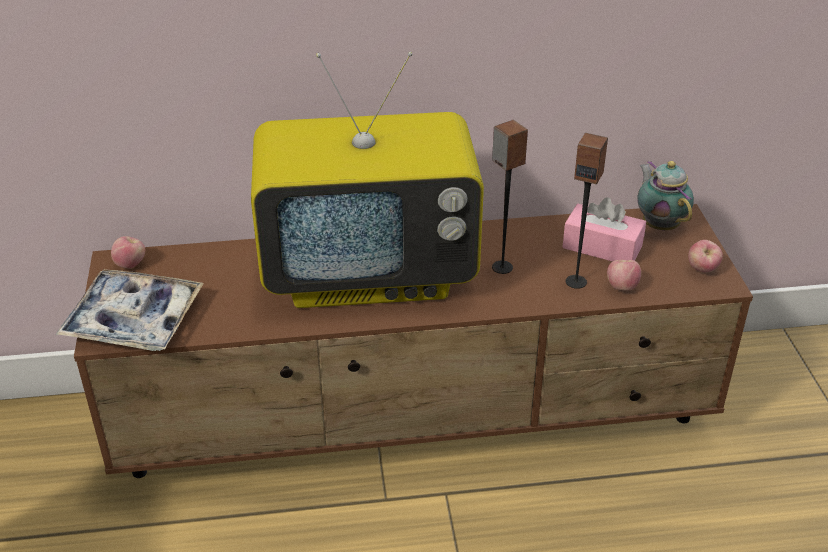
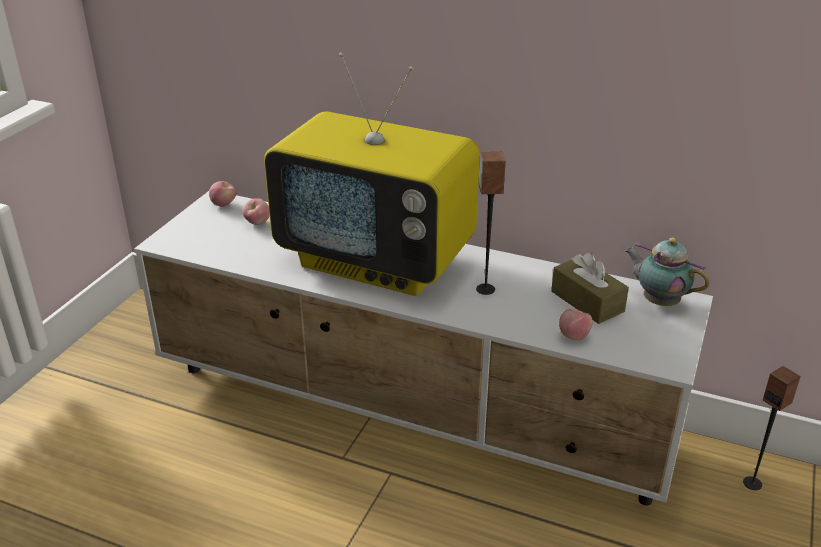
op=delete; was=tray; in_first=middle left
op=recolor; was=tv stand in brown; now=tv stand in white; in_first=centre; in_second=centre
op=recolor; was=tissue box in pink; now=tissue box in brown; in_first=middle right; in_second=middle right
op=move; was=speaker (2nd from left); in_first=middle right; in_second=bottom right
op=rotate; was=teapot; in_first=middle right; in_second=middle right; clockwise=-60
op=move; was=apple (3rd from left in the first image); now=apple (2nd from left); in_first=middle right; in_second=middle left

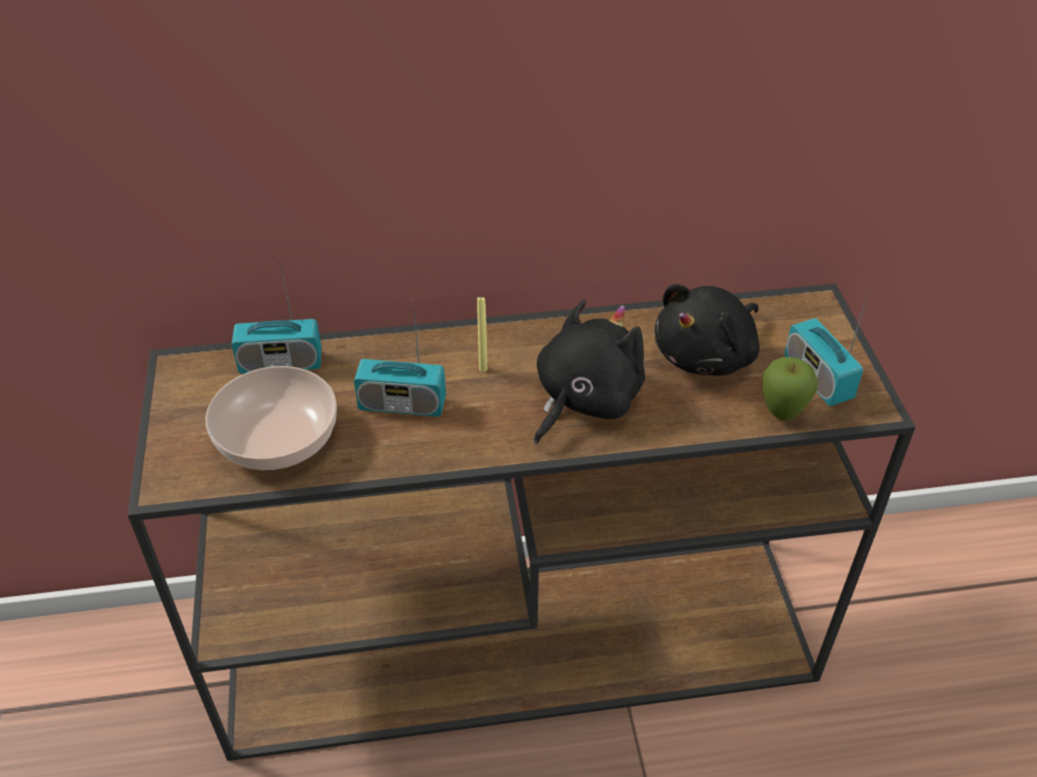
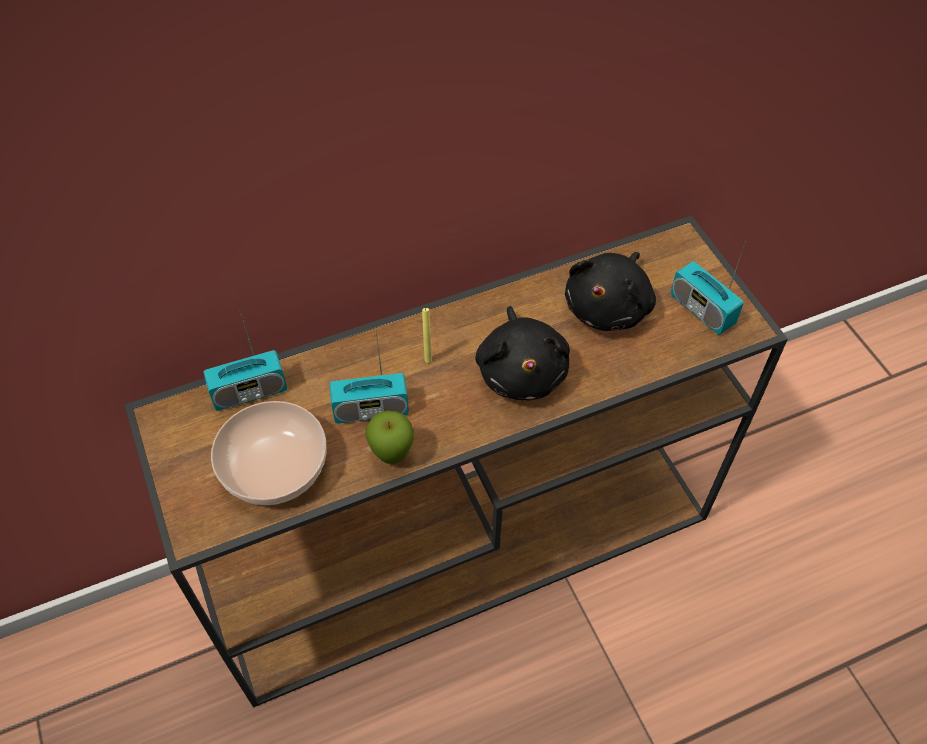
op=rotate; was=plush toy in black (1st from left); in_first=centre; in_second=centre; clockwise=150
op=move; was=apple; in_first=middle right; in_second=centre

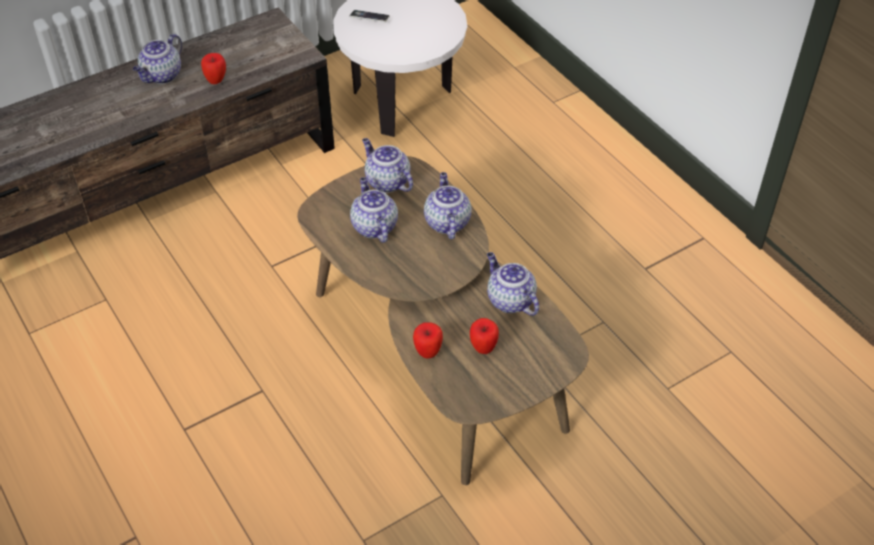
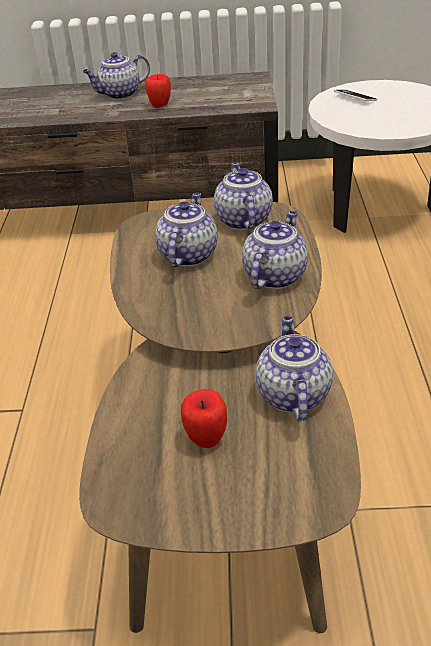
op=delete; was=apple (2nd from left); in_first=centre

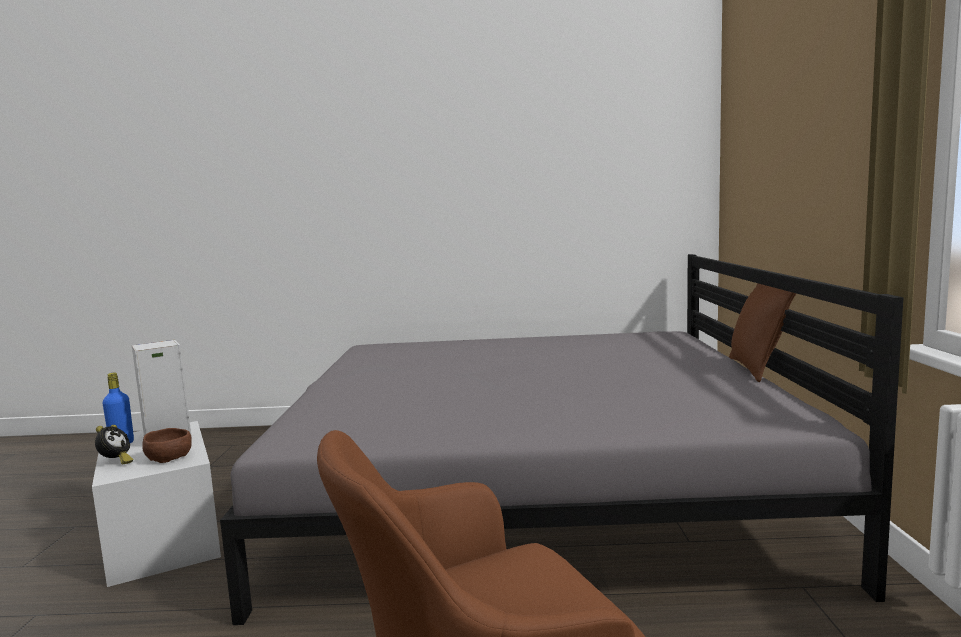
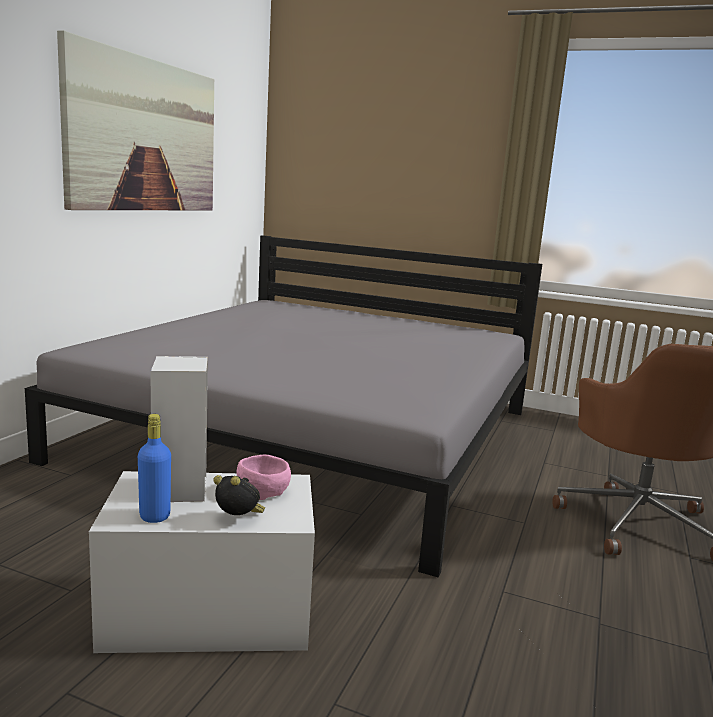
op=recolor; was=bowl in brown; now=bowl in pink; in_first=bottom left; in_second=centre
op=delete; was=pillow in brown; in_first=middle right
op=insert; now=picture; in_second=top left

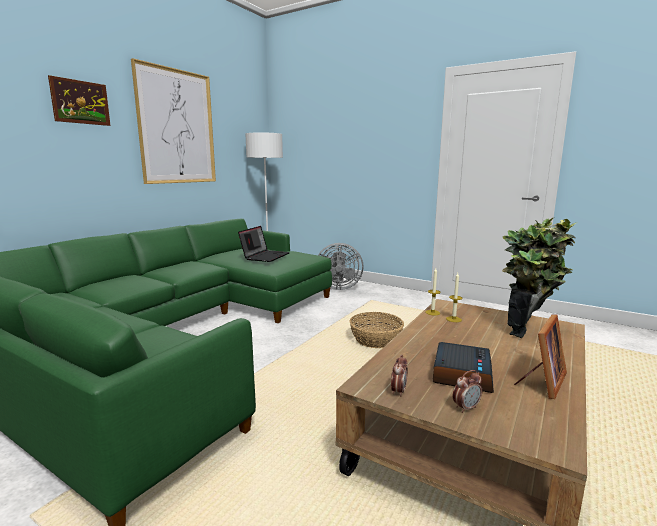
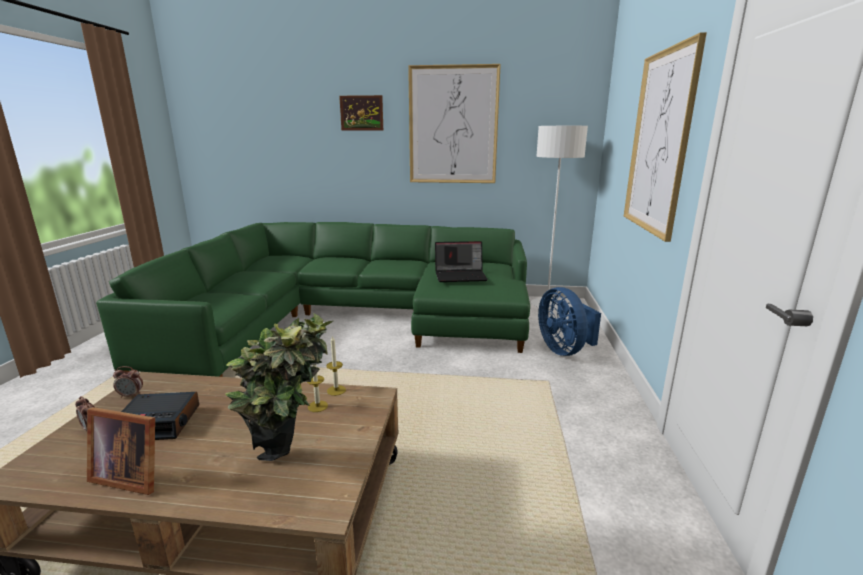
op=recolor; was=fan in grey; now=fan in blue; in_first=centre; in_second=centre
op=delete; was=basket; in_first=centre
op=insert; now=picture (3rd from left); in_second=top right

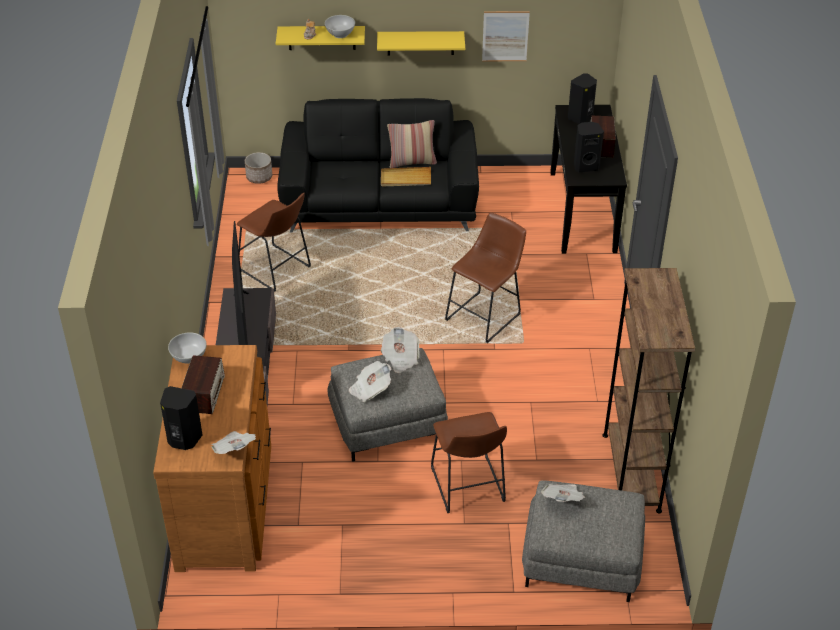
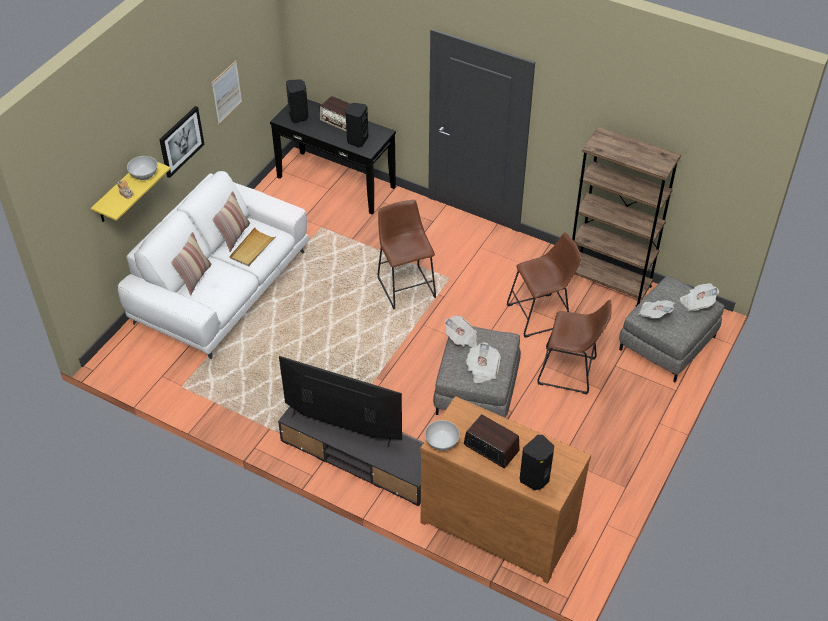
op=move; was=newspaper (1st from left in the first image); now=newspaper (4th from left); in_first=bottom left; in_second=middle right
op=move; was=stool in brown (1st from left in the first image); now=stool in brown (2nd from left); in_first=middle left; in_second=centre
op=delete; was=planter; in_first=top left
op=recolor; was=sofa in black; now=sofa in white; in_first=top centre; in_second=middle left
op=replace; was=shelf in yellow (2nd from left); now=picture (1st from left); in_first=top centre; in_second=top left
op=insert; now=pillow (1st from left); in_second=middle left

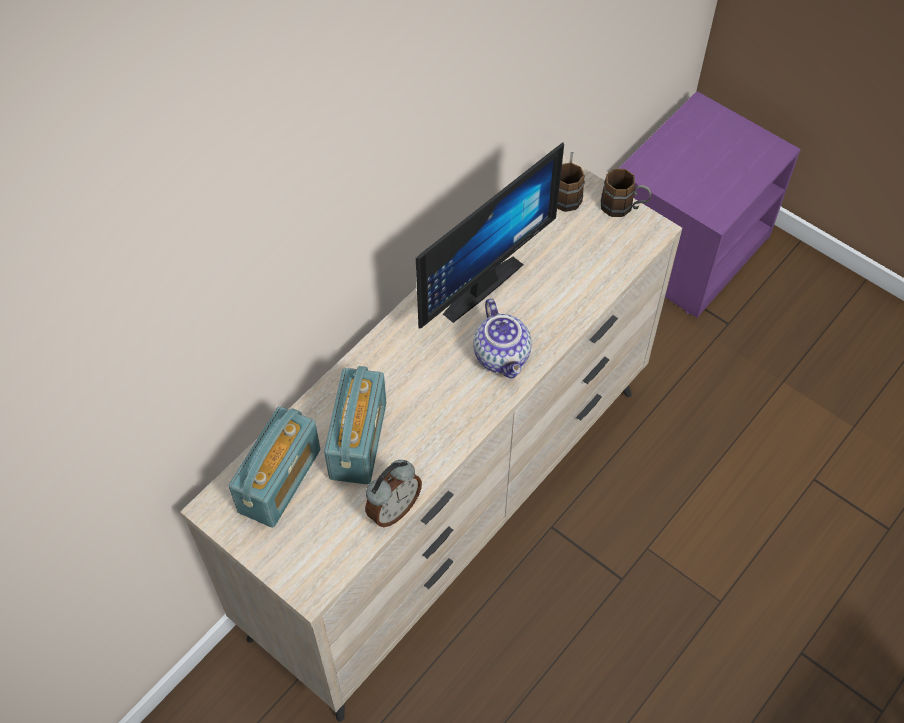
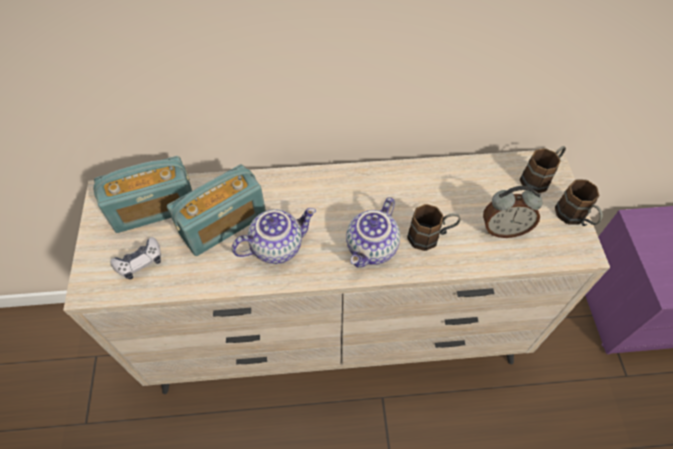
op=move; was=alarm clock; in_first=bottom centre; in_second=middle right
op=delete; was=monitor; in_first=top centre
op=insert; now=game controller; in_second=middle left
op=insert; now=teapot (1st from left); in_second=centre
op=insert; now=mug in brown (1st from left); in_second=centre

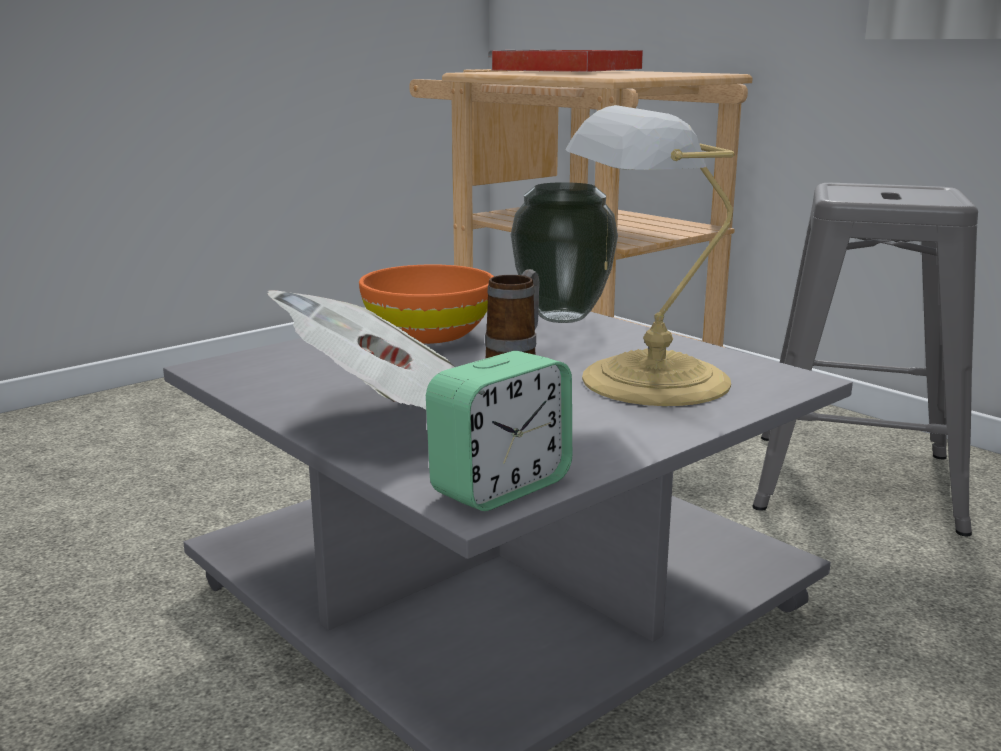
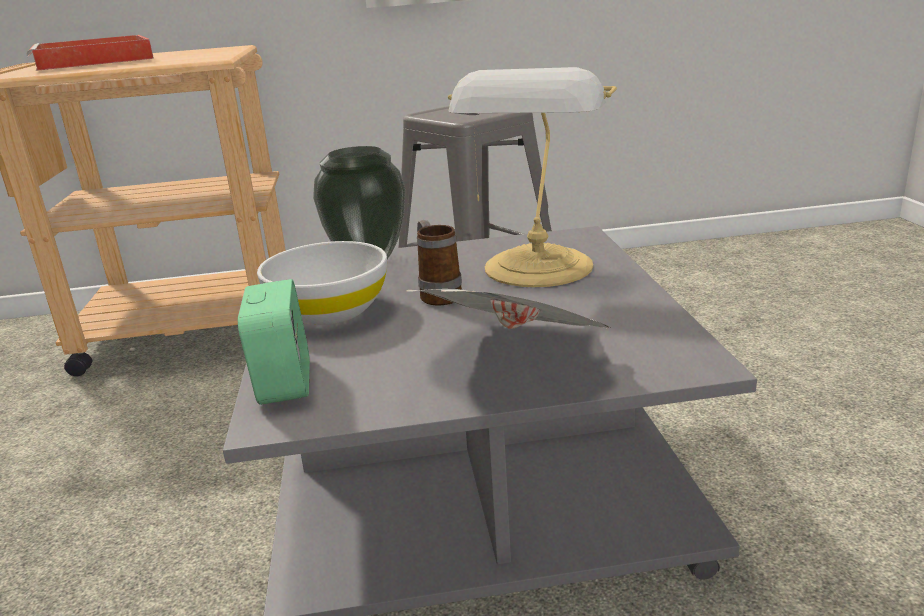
op=recolor; was=bowl in orange; now=bowl in white; in_first=centre; in_second=centre
op=move; was=alarm clock; in_first=centre; in_second=middle left

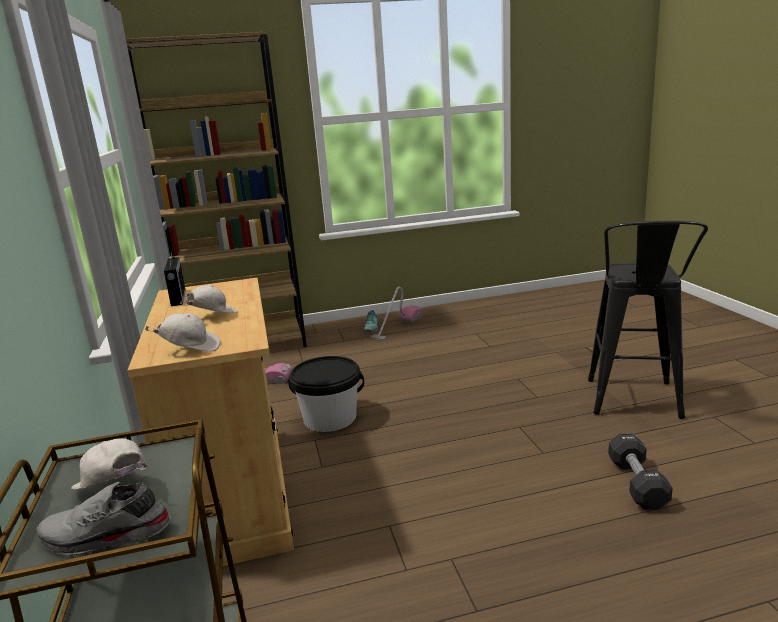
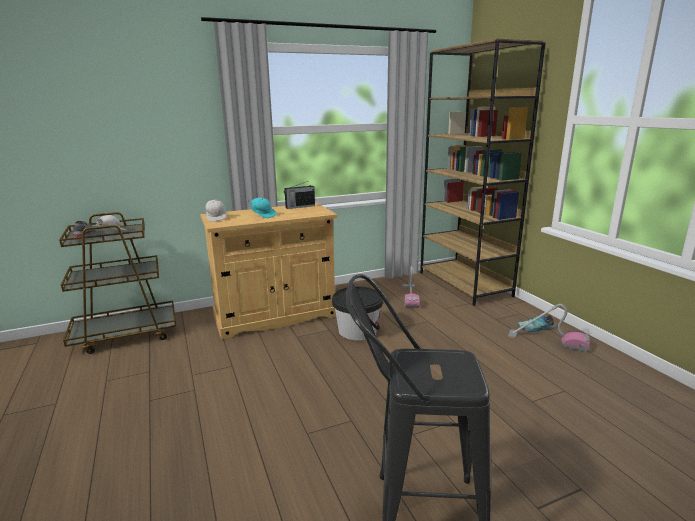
op=recolor; was=cap in white (3rd from left); now=cap in turquoise; in_first=middle left; in_second=centre
op=delete; was=dumbbell in black; in_first=bottom right

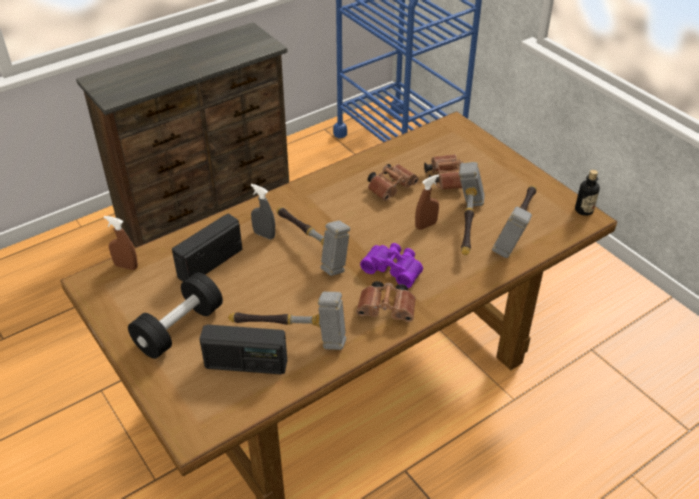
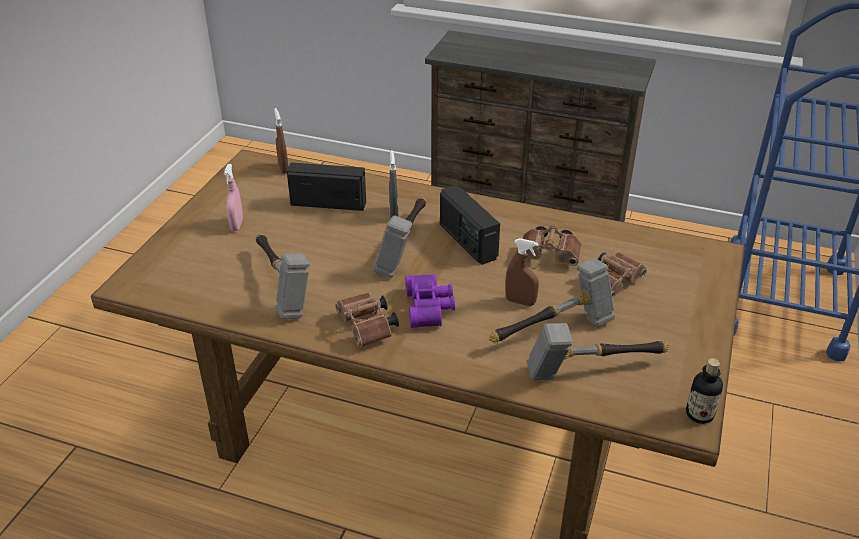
op=replace; was=dumbbell in black; now=spray bottle in pink; in_first=middle left; in_second=middle left
op=move; was=radio (2nd from left); in_first=bottom centre; in_second=centre

